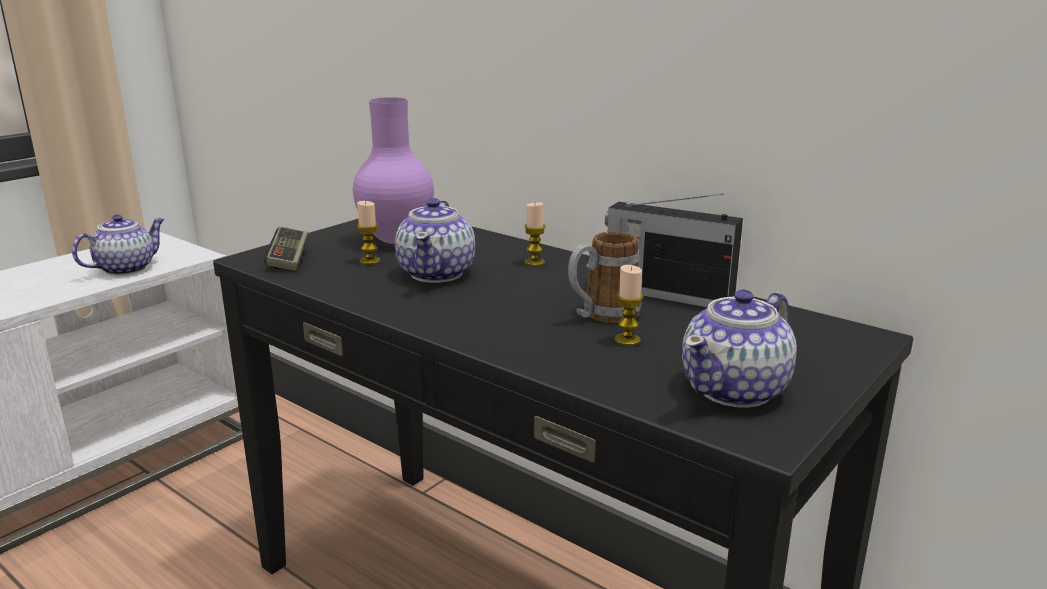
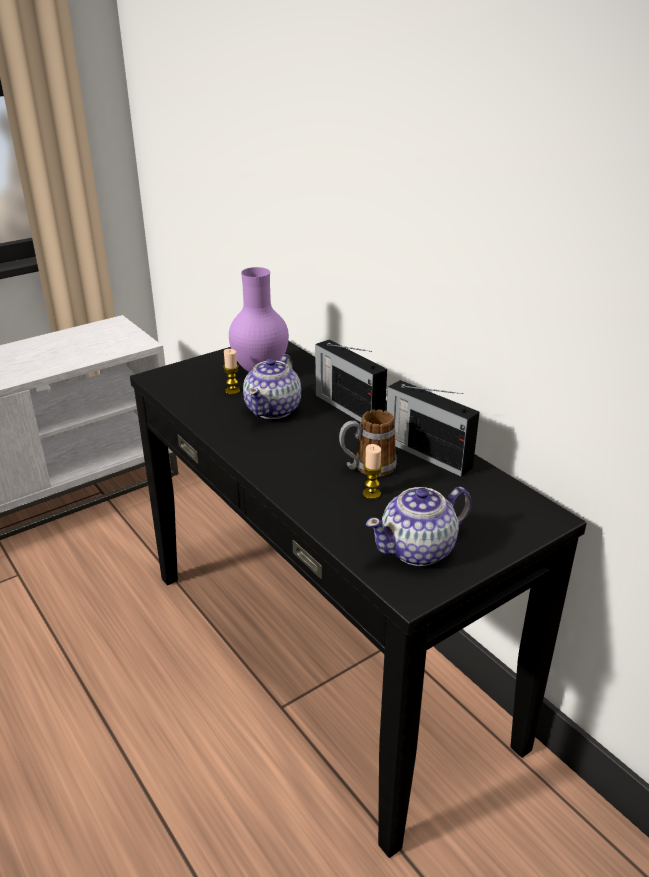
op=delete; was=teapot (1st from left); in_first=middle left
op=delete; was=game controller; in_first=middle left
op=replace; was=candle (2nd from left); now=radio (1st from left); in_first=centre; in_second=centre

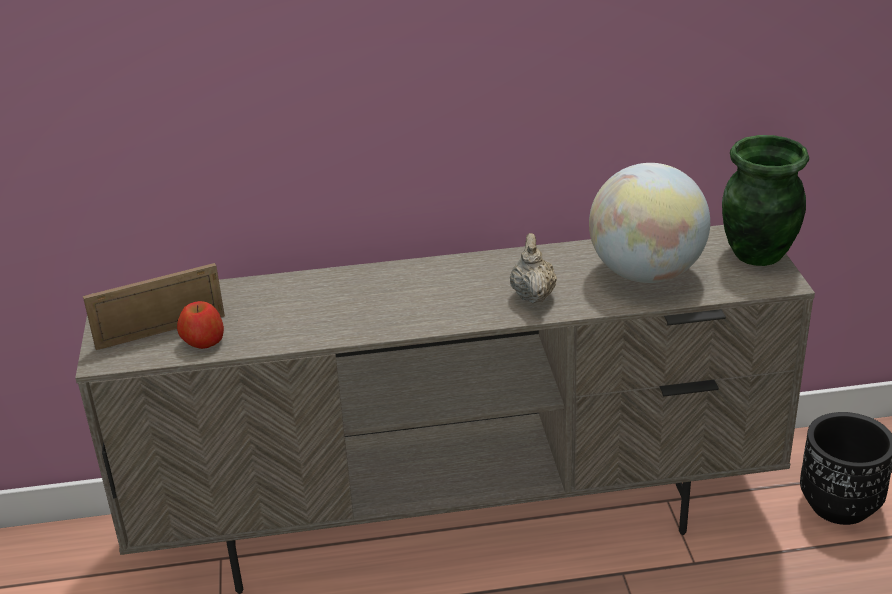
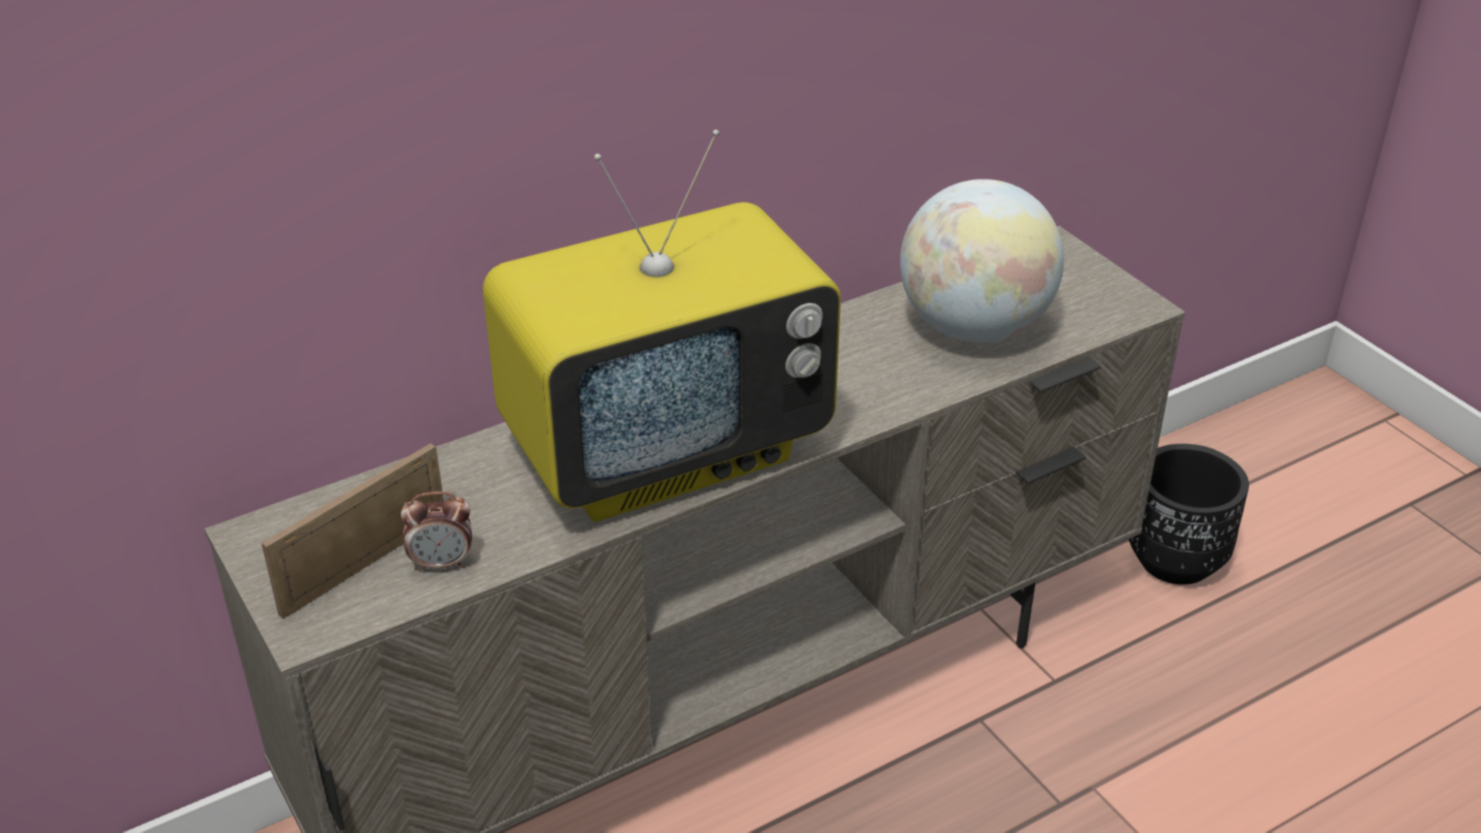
op=replace; was=apple; now=alarm clock; in_first=middle left; in_second=middle left
op=delete; was=teapot in beige; in_first=centre
op=delete; was=vase in green; in_first=middle right
op=insert; now=television; in_second=centre

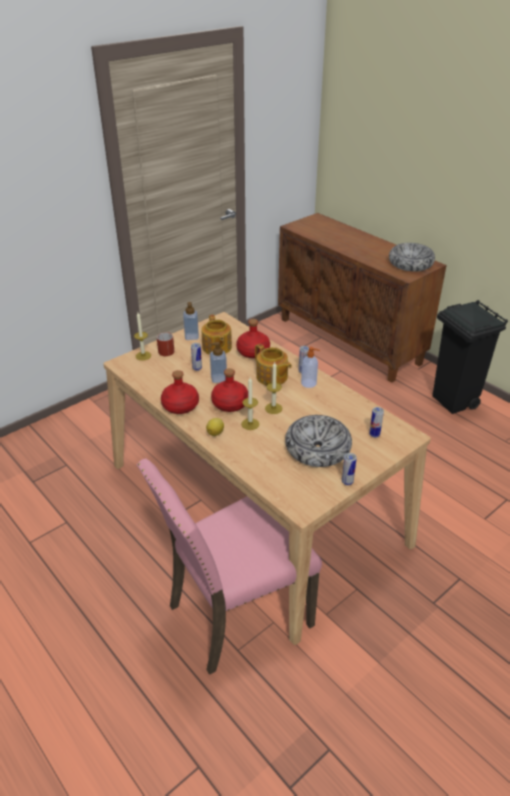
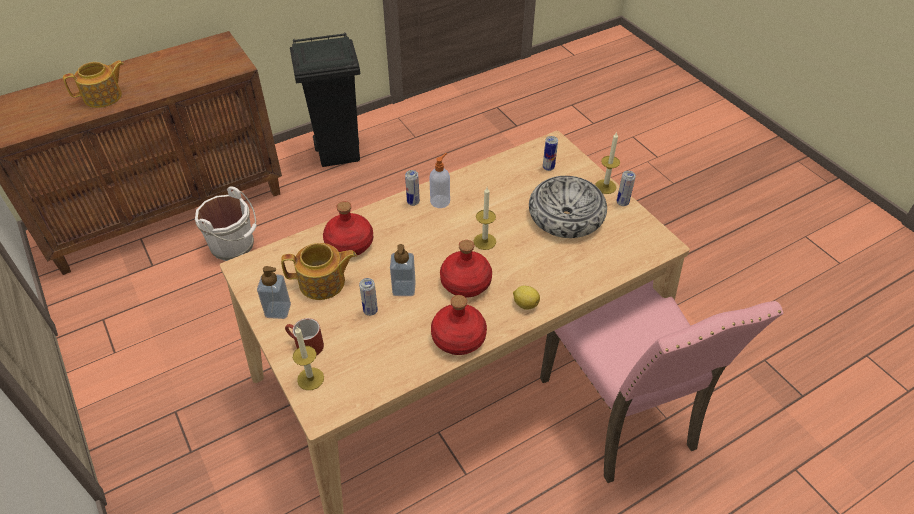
op=move; was=candle (2nd from left in the first image); now=candle (3rd from left); in_first=centre; in_second=top centre
op=move; was=teapot (2nd from left in the first image); now=teapot (1st from left); in_first=centre; in_second=top left
op=delete; was=bowl (2nd from left); in_first=top right
op=insert; now=bucket in white; in_second=middle left

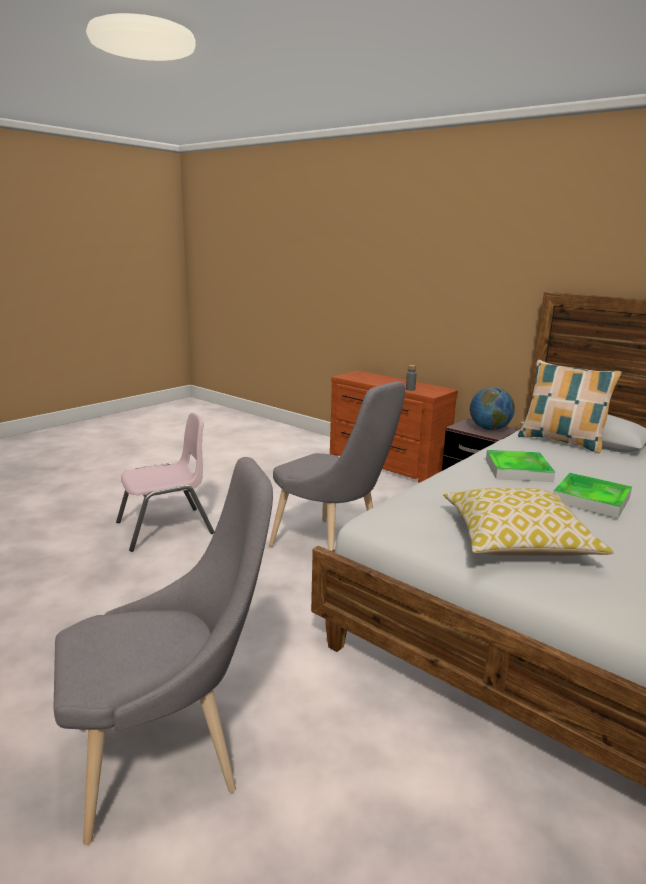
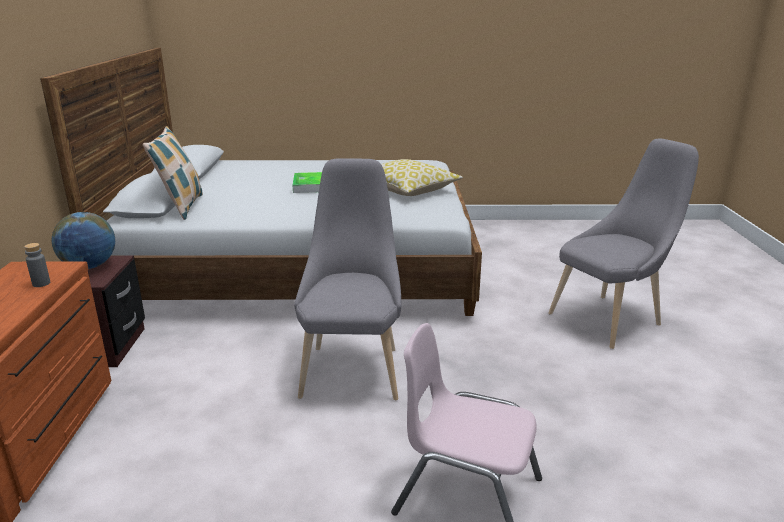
op=rotate; was=chair in grey (1st from left in the first image); in_first=bottom left; in_second=middle right; clockwise=120
op=delete; was=tray (1st from left); in_first=middle right

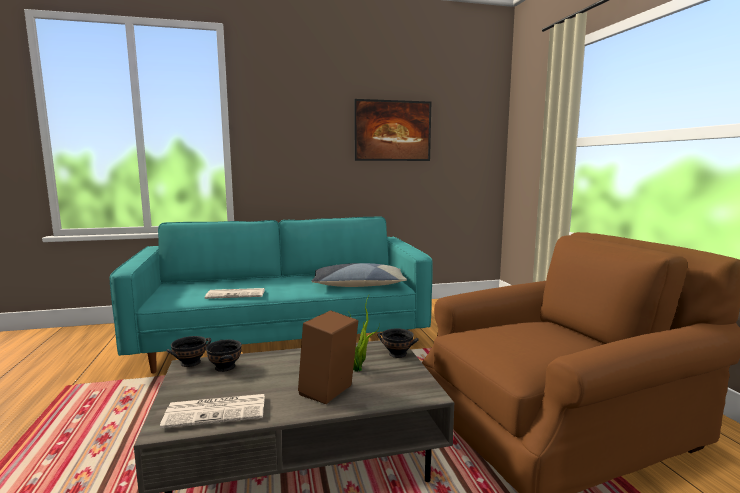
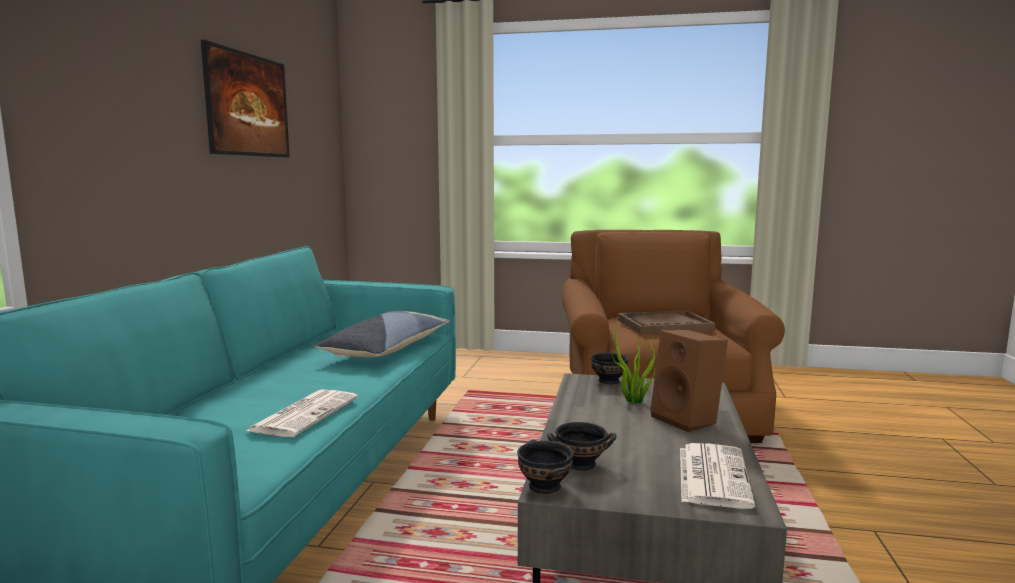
op=insert; now=tray in brown; in_second=centre

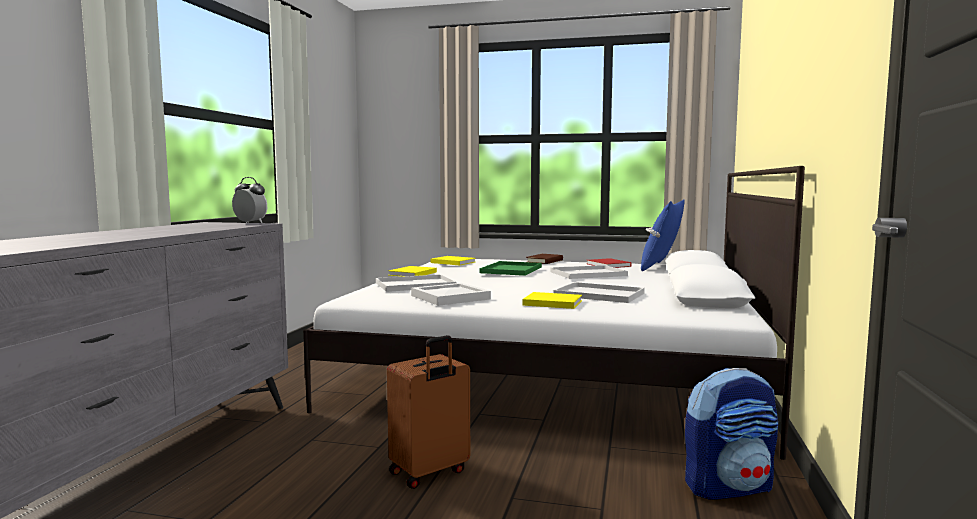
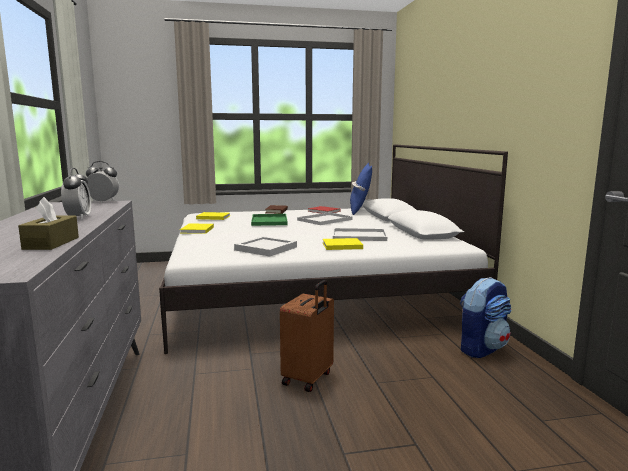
op=delete; was=tray in white (1st from left); in_first=centre
op=insert; now=tissue box in brown; in_second=middle left
op=insert; now=alarm clock (1st from left); in_second=middle left

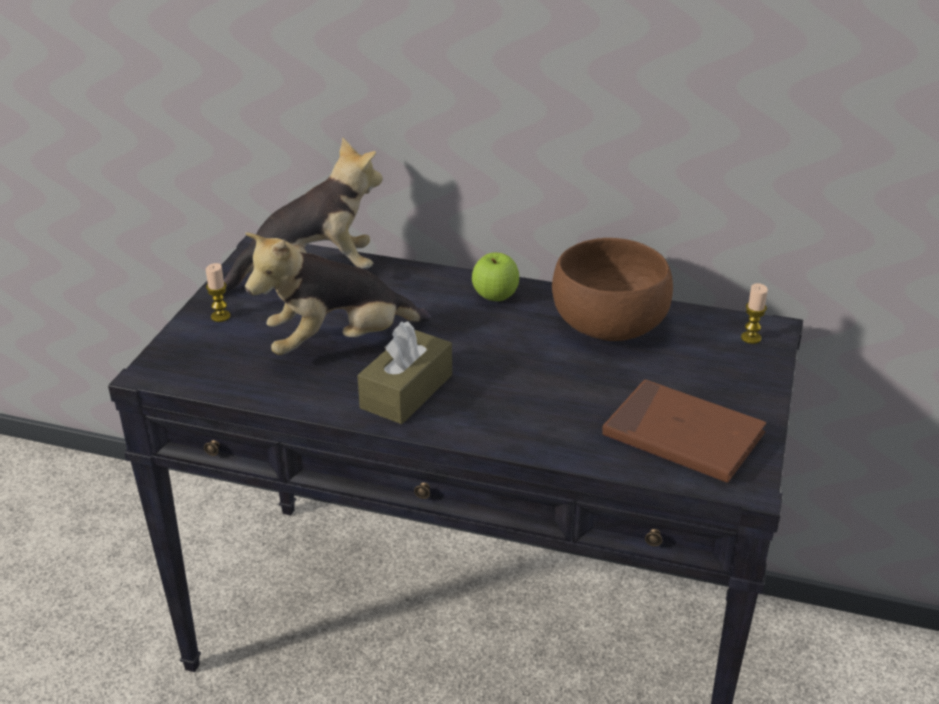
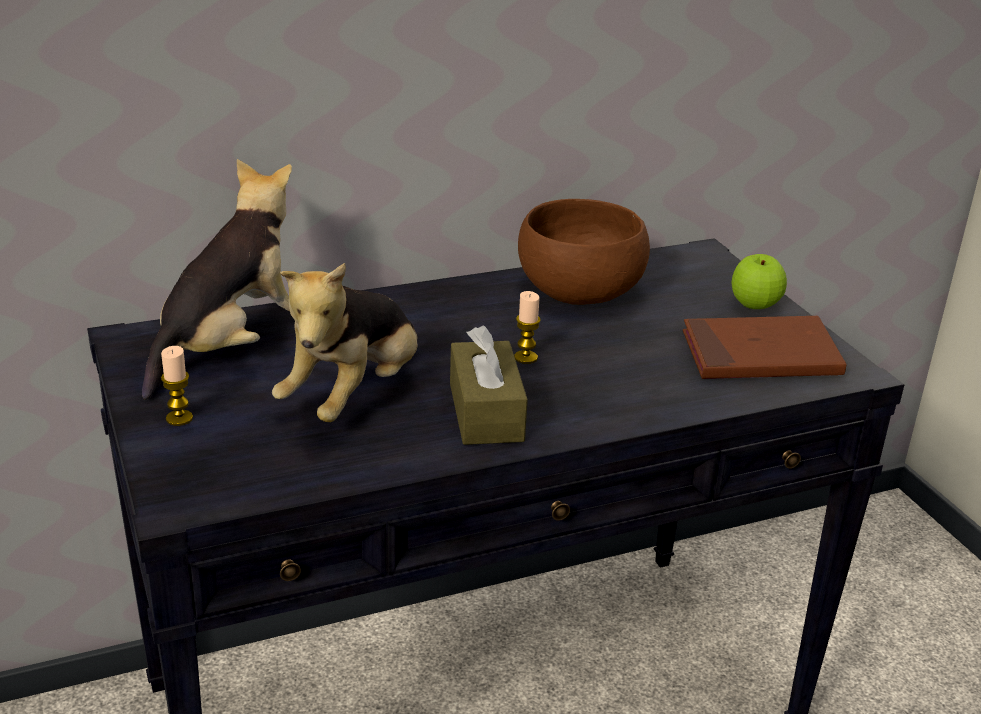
op=move; was=apple; in_first=centre; in_second=middle right
op=move; was=candle (2nd from left); in_first=middle right; in_second=centre

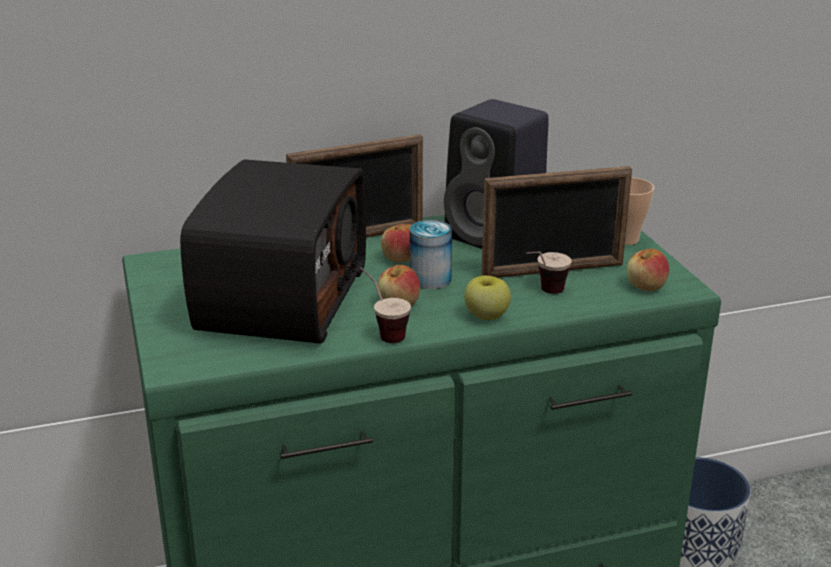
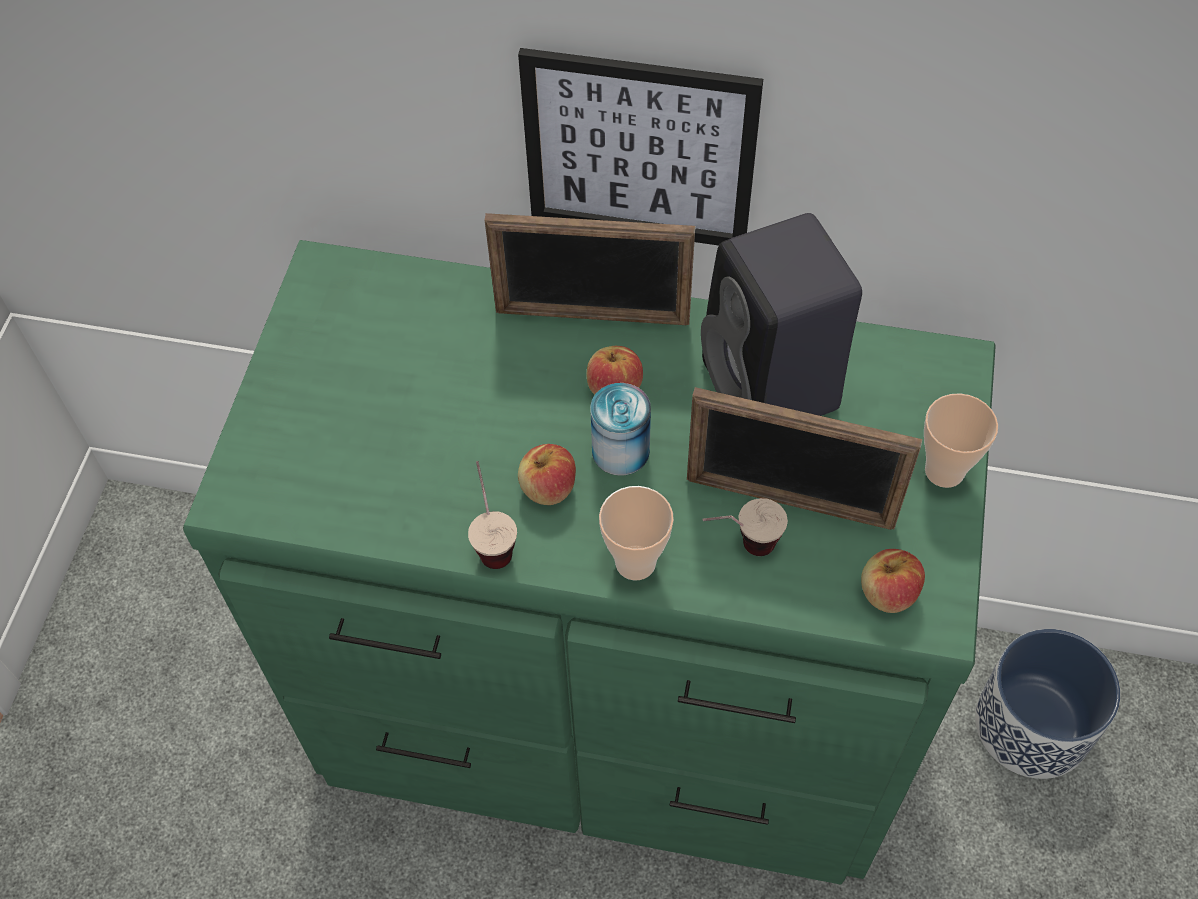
op=delete; was=radio; in_first=middle left
op=replace; was=apple (3rd from left); now=cup (2nd from left); in_first=centre; in_second=centre
op=insert; now=picture; in_second=top centre

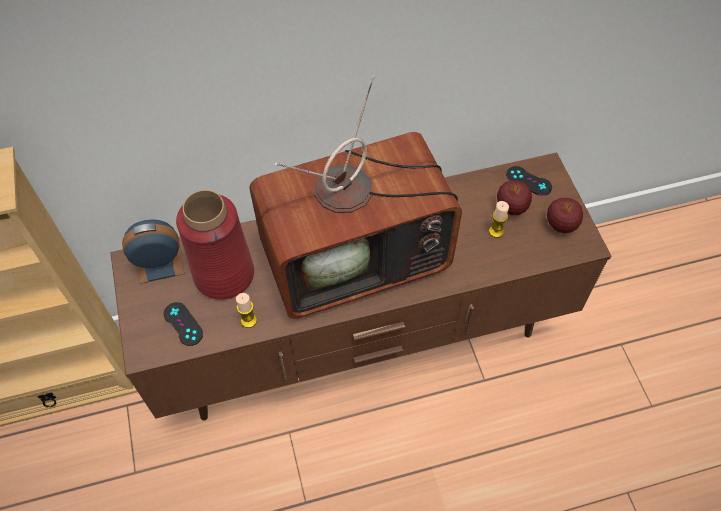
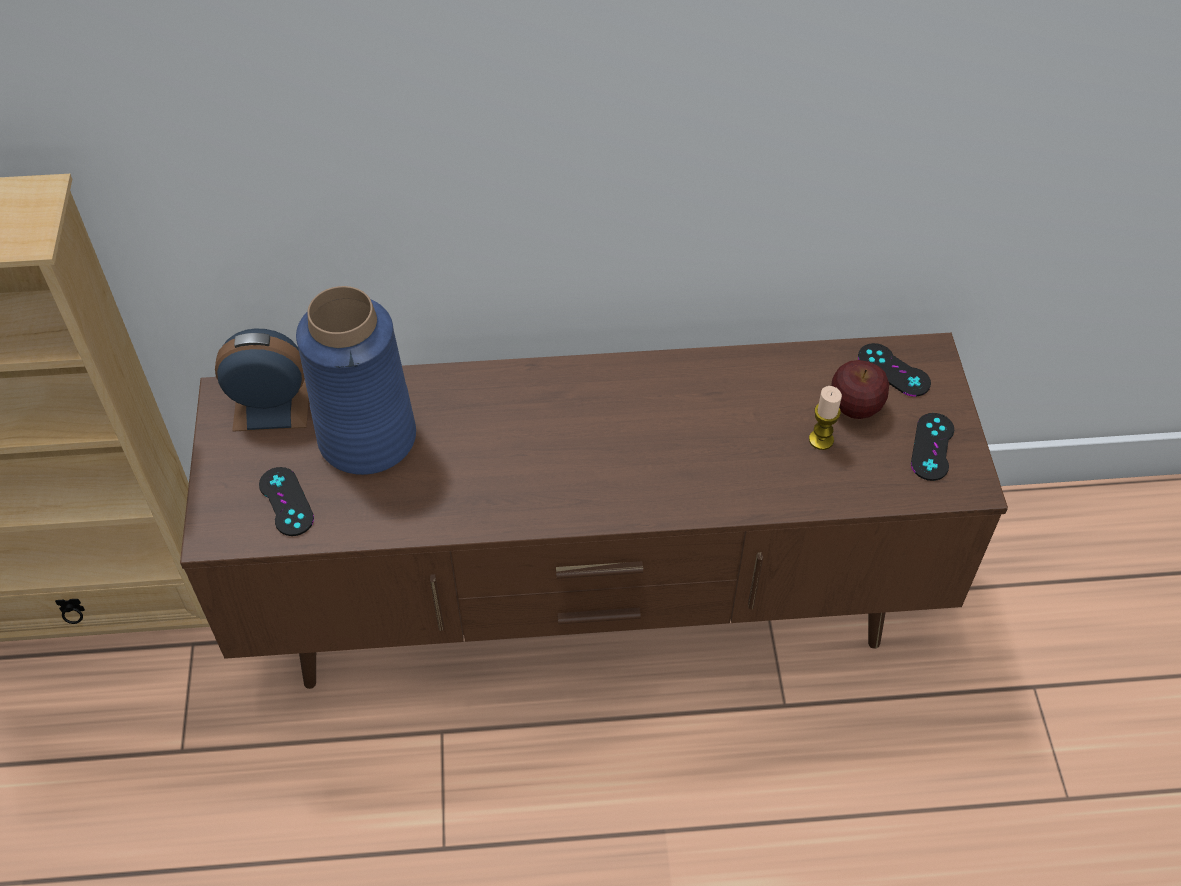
op=recolor; was=vase in red; now=vase in blue; in_first=middle left; in_second=middle left
op=delete; was=candle (1st from left); in_first=centre
op=delete; was=television; in_first=centre
op=replace; was=apple (2nd from left); now=game controller in black (3rd from left); in_first=middle right; in_second=middle right

